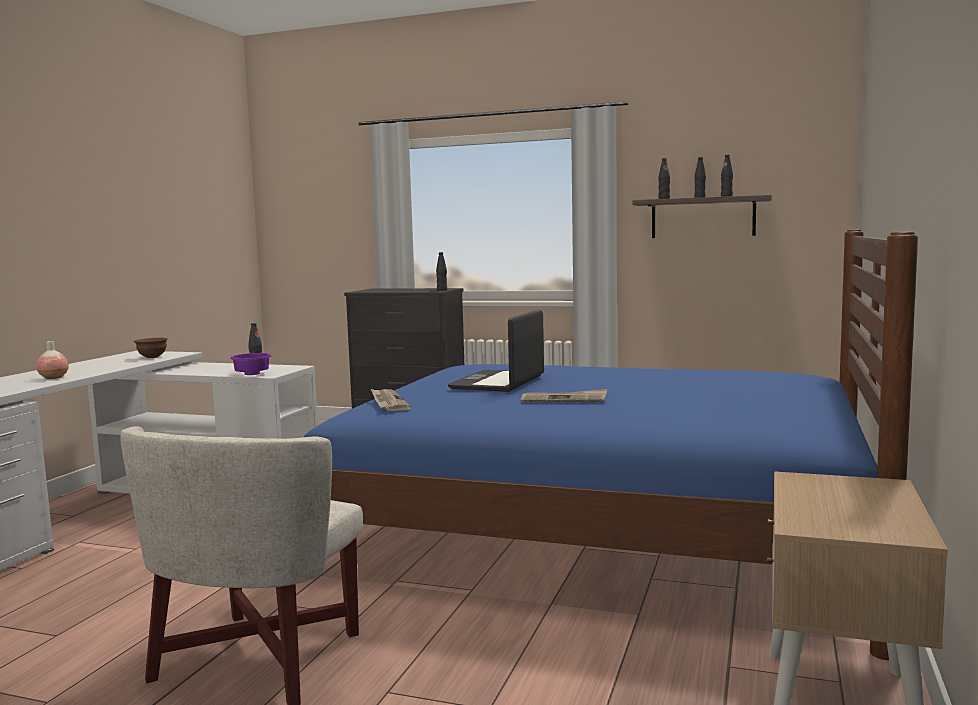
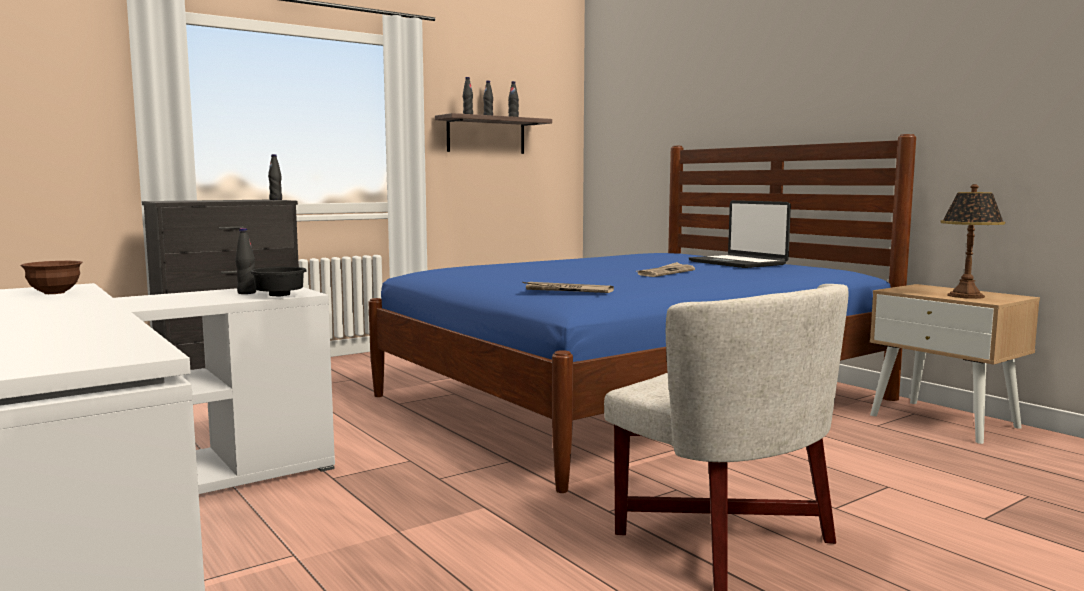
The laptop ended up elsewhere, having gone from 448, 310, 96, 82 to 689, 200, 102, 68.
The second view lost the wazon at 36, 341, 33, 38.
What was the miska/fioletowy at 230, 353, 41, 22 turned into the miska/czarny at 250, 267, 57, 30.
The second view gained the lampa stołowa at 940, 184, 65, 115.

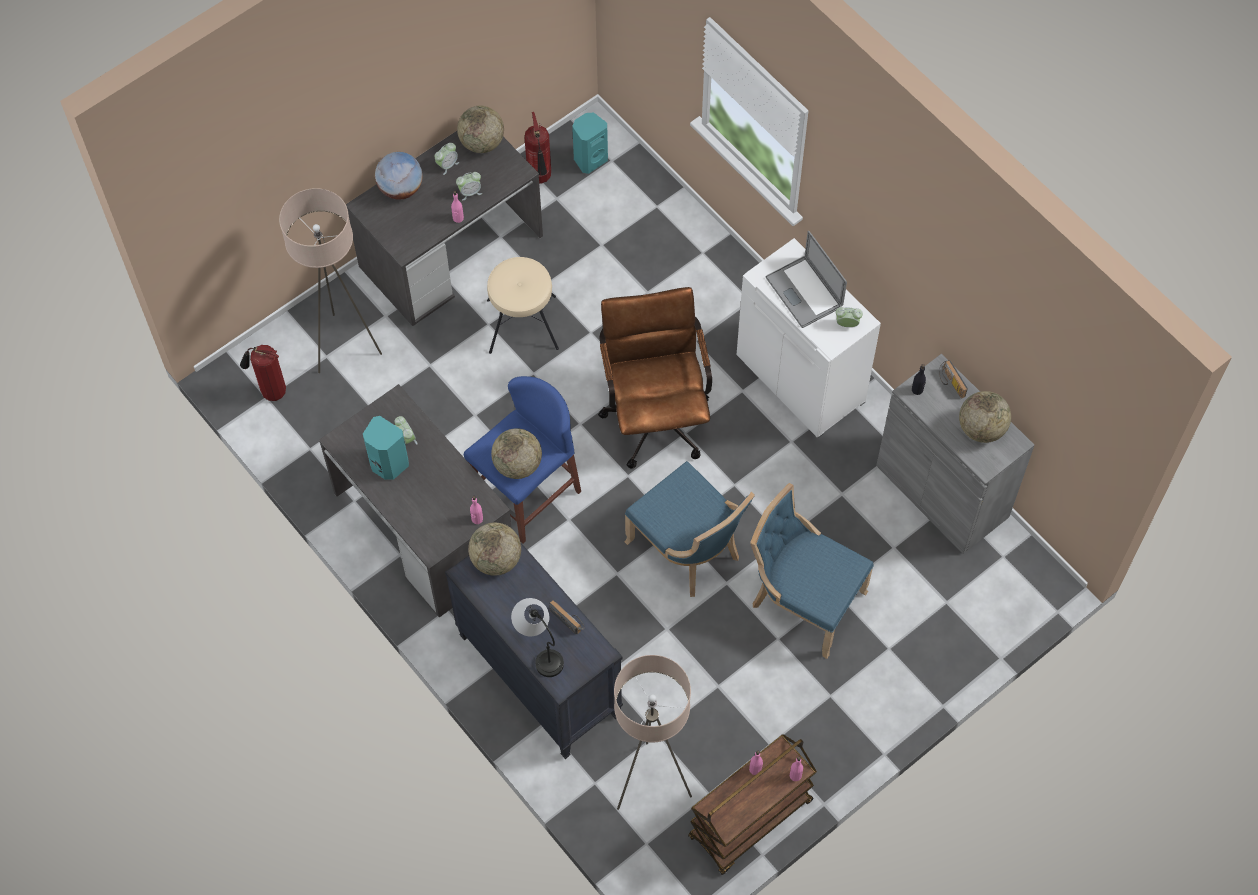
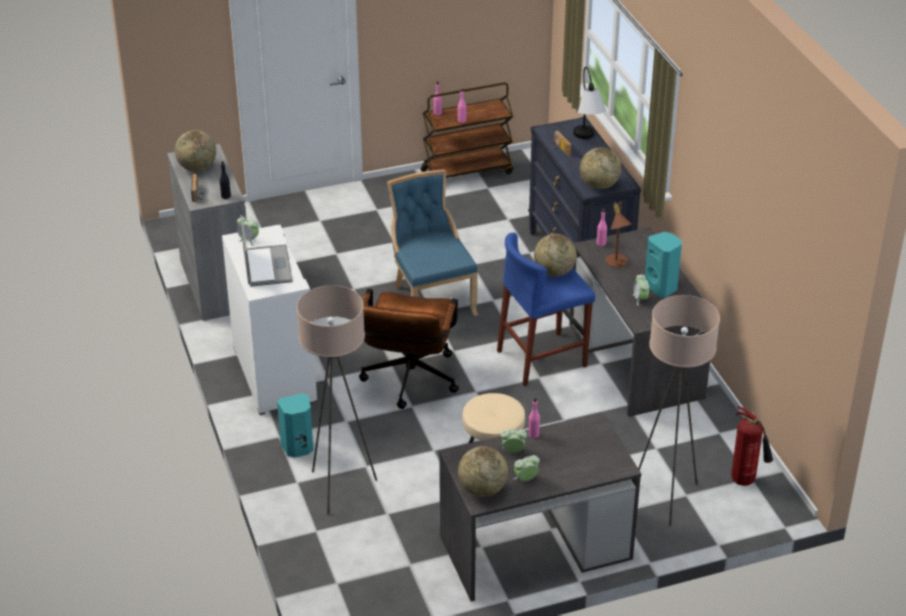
The second view lost the gaśnica at 525, 112, 26, 72.
The głośnik/turkusowy ended up elsewhere, having gone from 572, 112, 36, 62 to 277, 393, 36, 64.
The second view lost the globus at 375, 152, 48, 48.
The second view lost the krzesło/niebieski at 750, 483, 124, 176.
The lampa stojąca/beżowy ended up elsewhere, having gone from 614, 655, 78, 155 to 297, 285, 80, 230.
The second view gained the lampa stołowa/brązowy at 605, 201, 27, 66.

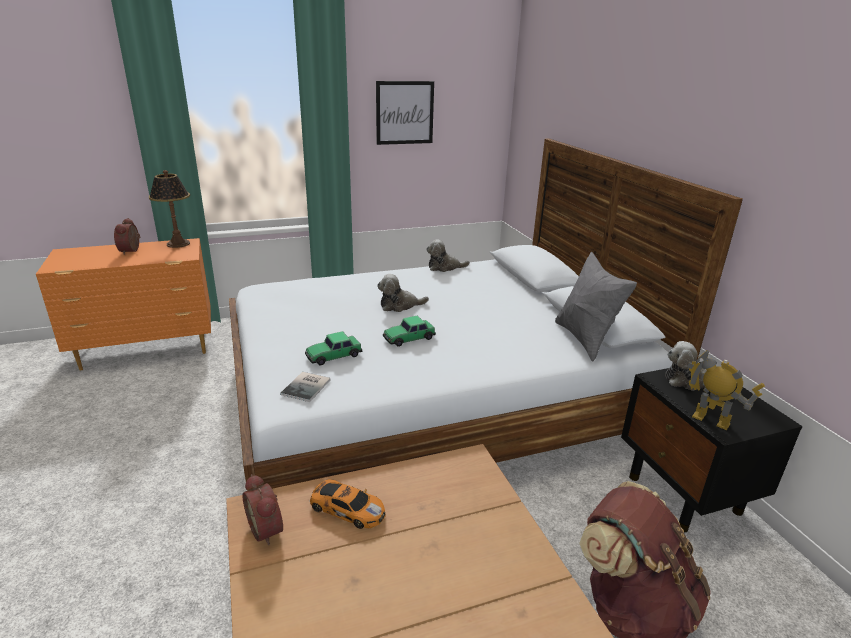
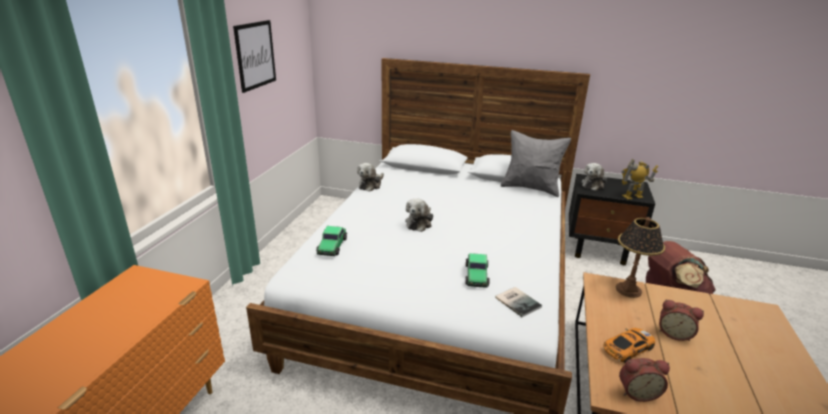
The lampa stołowa ended up elsewhere, having gone from 149, 170, 41, 78 to 616, 217, 49, 81.
The budzik ended up elsewhere, having gone from 114, 218, 26, 37 to 659, 300, 45, 41.
The samochodzik ended up elsewhere, having gone from 383, 316, 53, 31 to 316, 226, 31, 30.

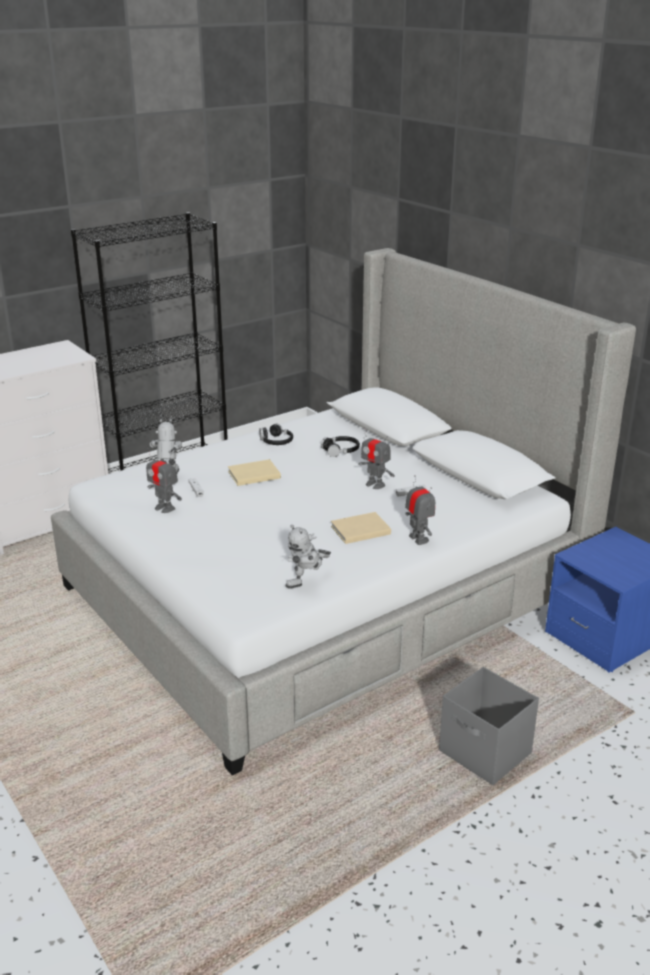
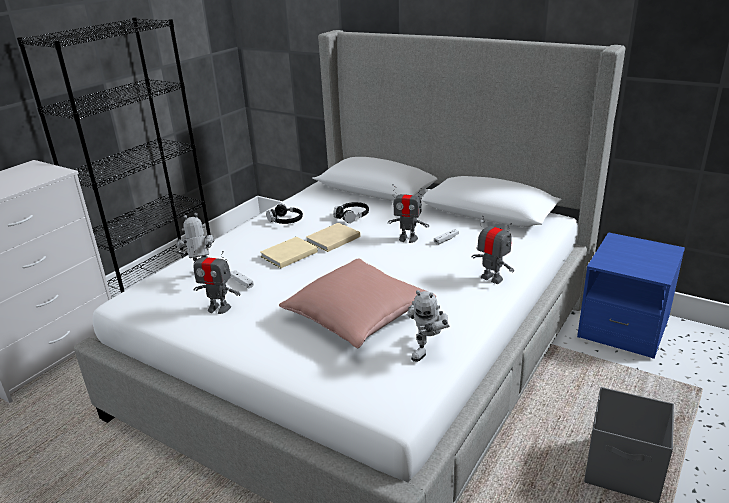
The książka/beżowy ended up elsewhere, having gone from 331, 512, 60, 32 to 306, 223, 55, 29.
The second view gained the poduszka/różowy at 279, 259, 157, 89.

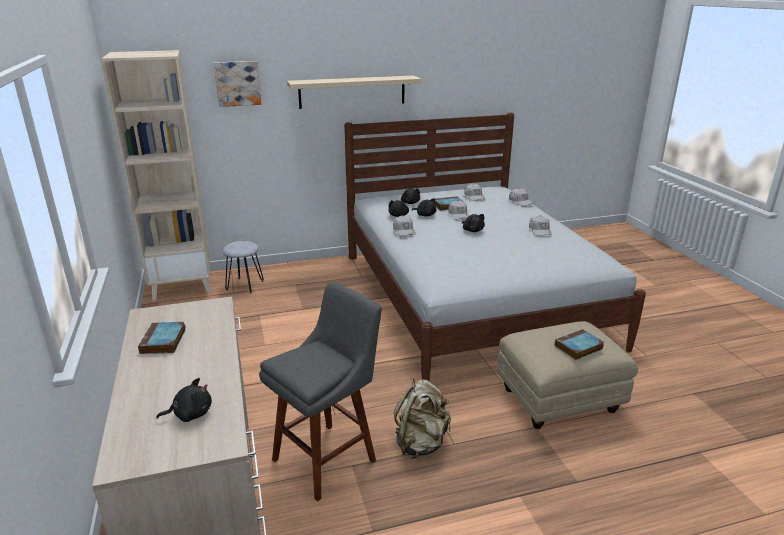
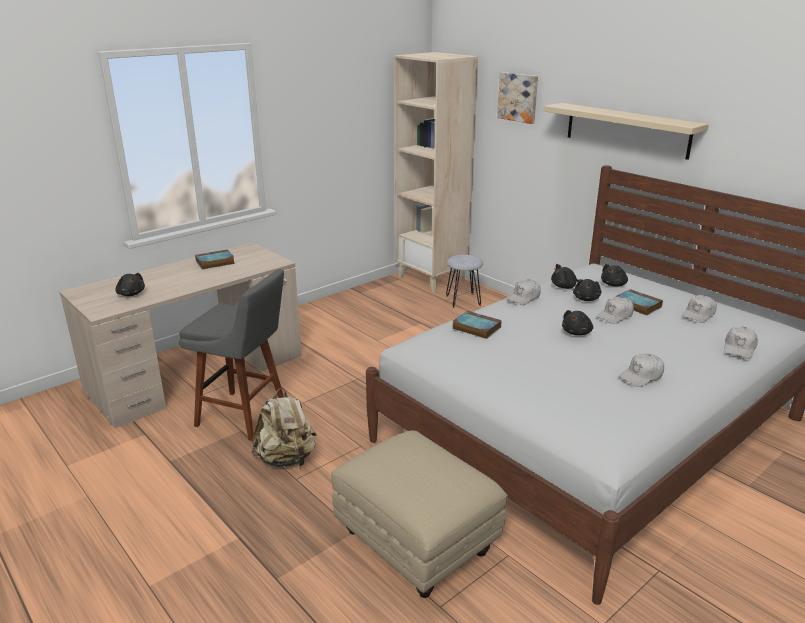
The książka ended up elsewhere, having gone from 555, 329, 49, 31 to 452, 311, 50, 28.

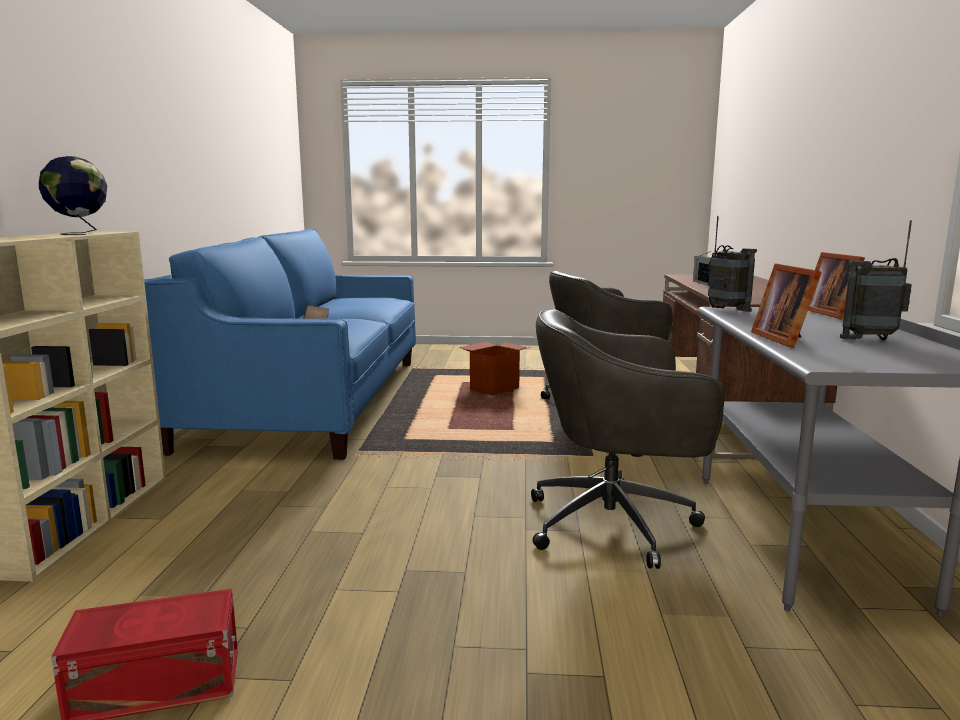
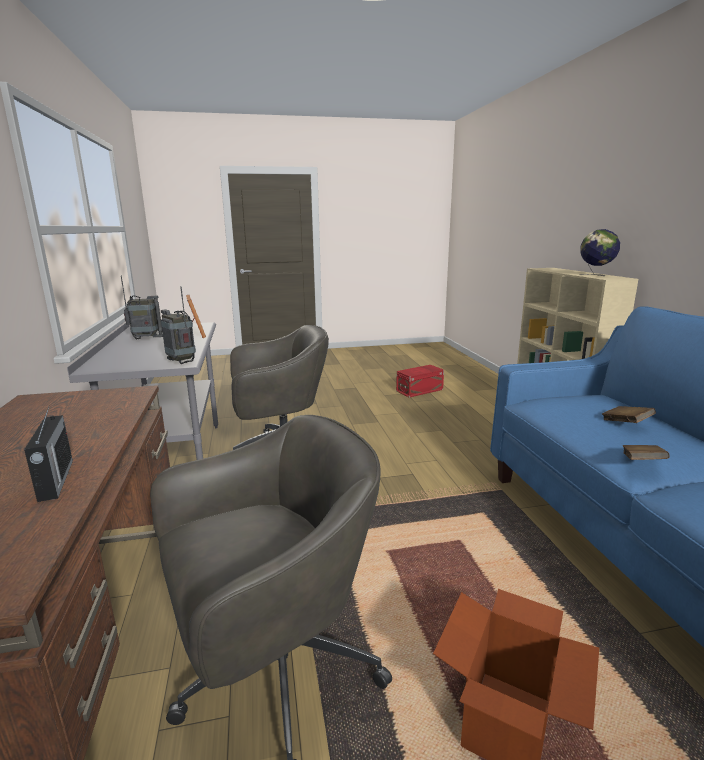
The second view lost the ramka na zdjęcie at 808, 252, 57, 67.
The second view gained the książka/brązowy at 623, 445, 47, 15.

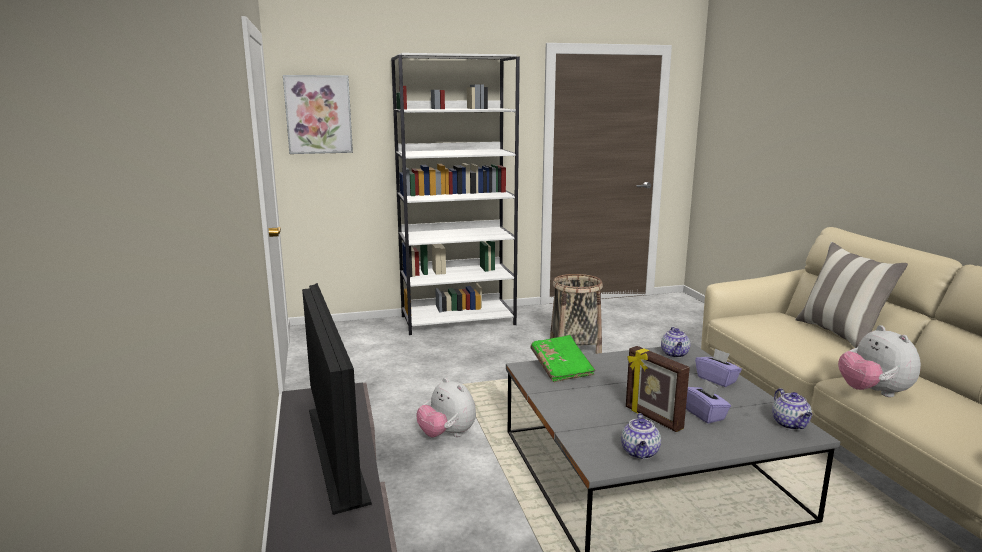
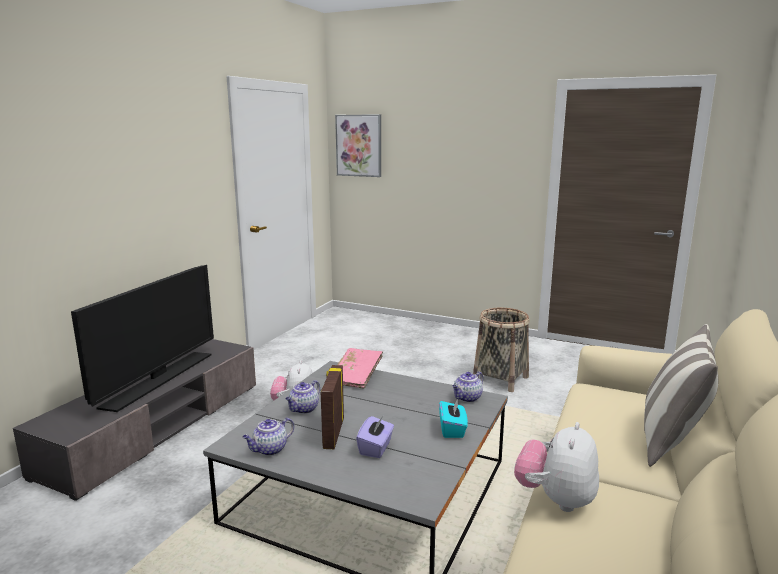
The second view lost the regał/biały at 391, 53, 129, 282.
What was the książka/zielony at 530, 335, 65, 47 turned into the książka/różowy at 338, 348, 45, 41.
What was the pudełko chusteczek/fioletowy at 695, 348, 47, 39 turned into the pudełko chusteczek/turkusowy at 439, 398, 29, 40.
The imbryk ended up elsewhere, having gone from 772, 388, 41, 42 to 286, 380, 34, 34.

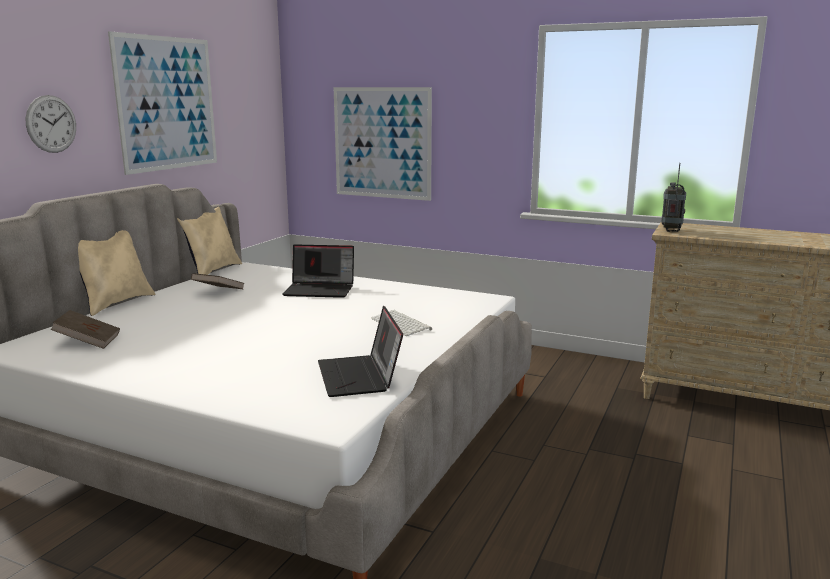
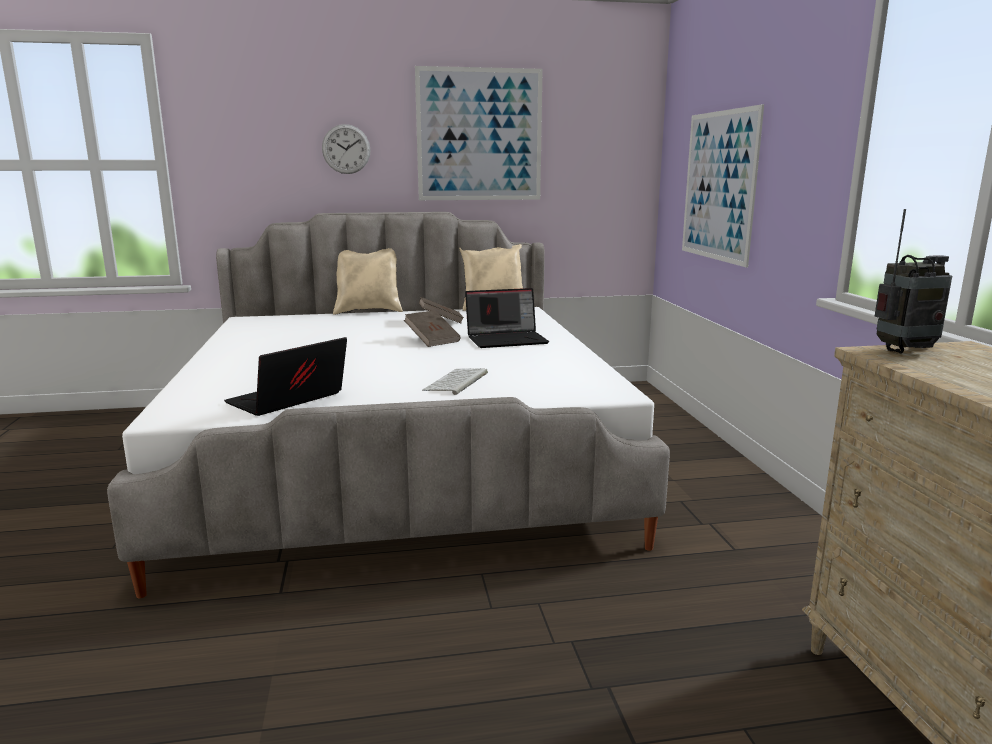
The laptop at 283, 244, 71, 54 ended up facing another way, 75 degrees counterclockwise from before.
The książka/brązowy ended up elsewhere, having gone from 50, 310, 70, 39 to 404, 310, 57, 37.

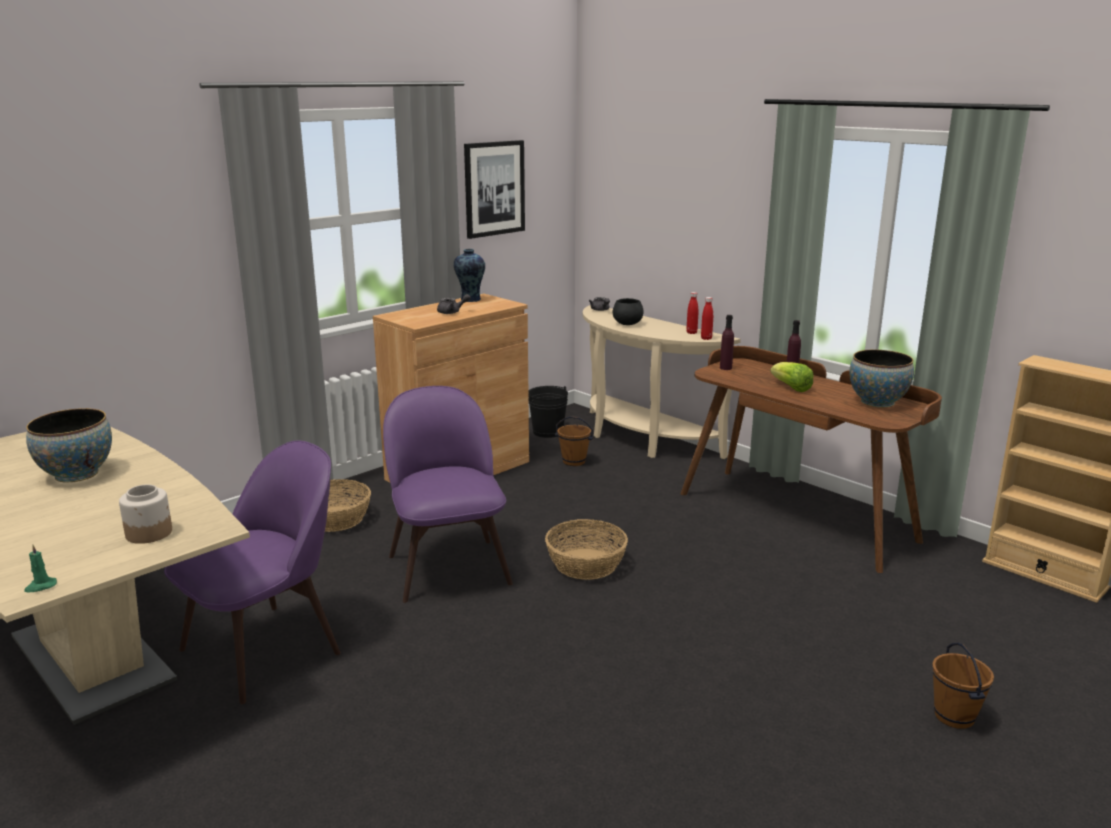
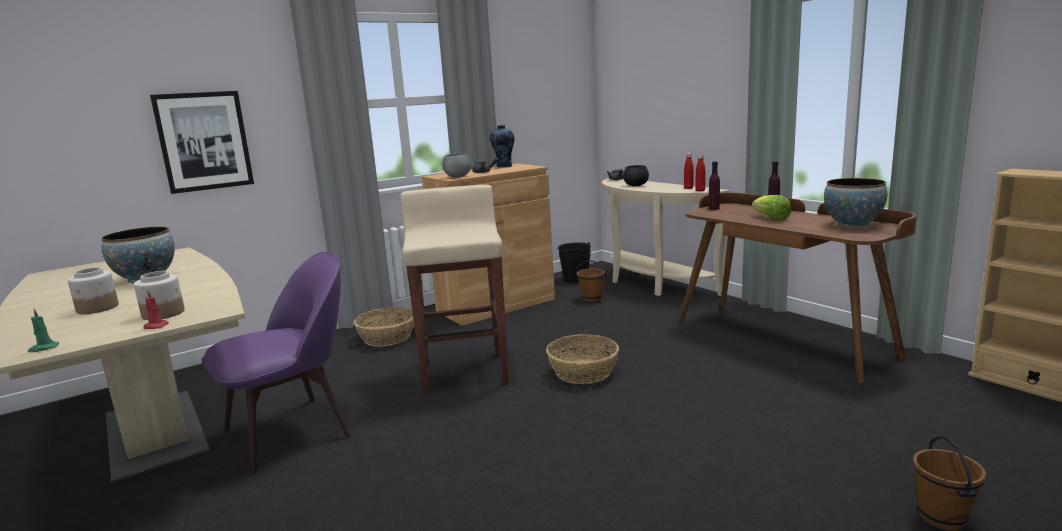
The obraz ended up elsewhere, having gone from 464, 140, 61, 99 to 150, 91, 104, 103.
Where the krzesło/fioletowy stood at 383, 386, 130, 217, the stołek/beżowy came to stand at 401, 185, 108, 209.
The second view gained the miska/szary at 442, 154, 29, 23.
The second view gained the słoik at 68, 267, 51, 47.
The second view gained the świeca/czerwony at 143, 289, 26, 40.

